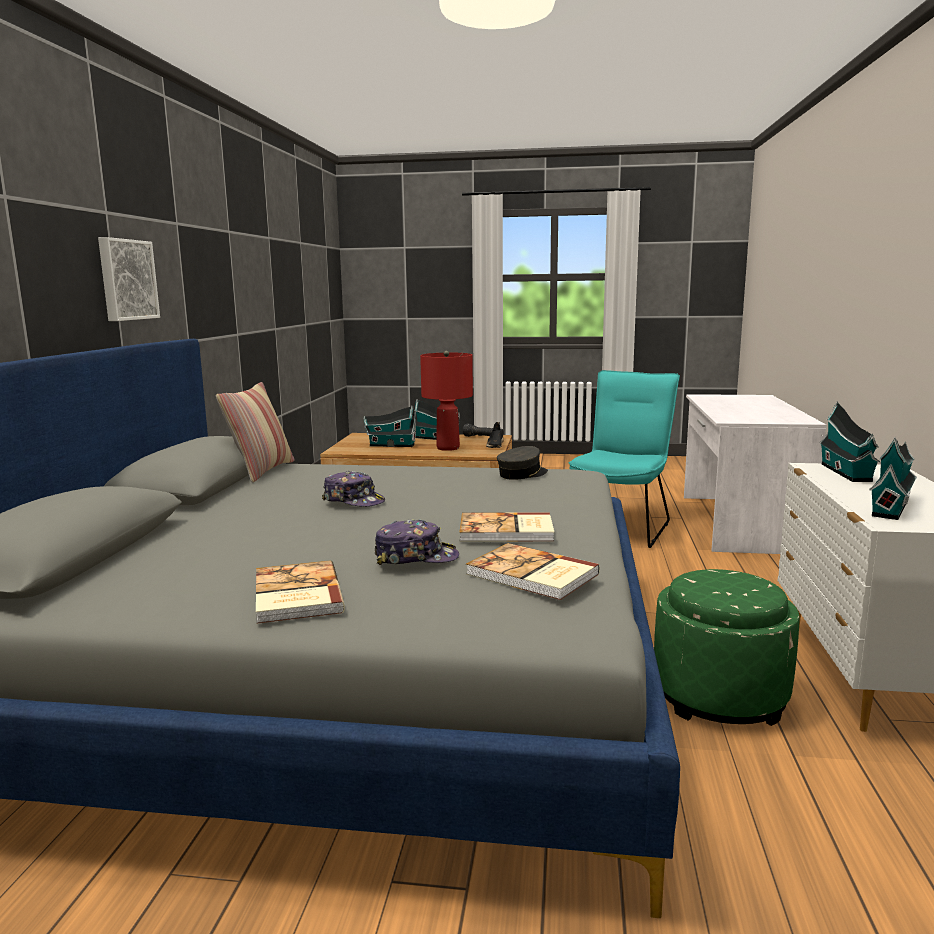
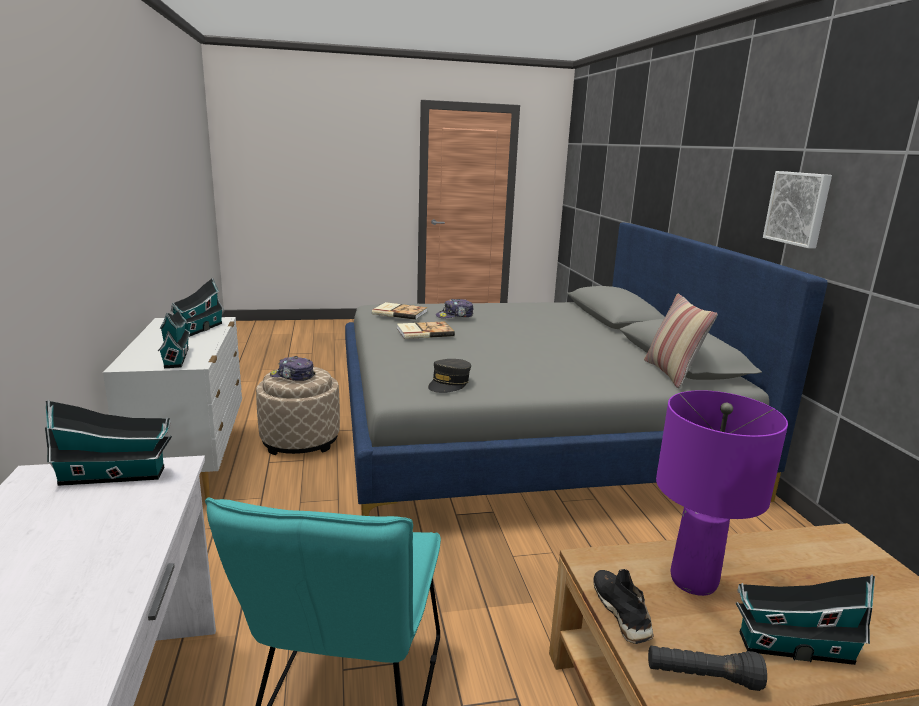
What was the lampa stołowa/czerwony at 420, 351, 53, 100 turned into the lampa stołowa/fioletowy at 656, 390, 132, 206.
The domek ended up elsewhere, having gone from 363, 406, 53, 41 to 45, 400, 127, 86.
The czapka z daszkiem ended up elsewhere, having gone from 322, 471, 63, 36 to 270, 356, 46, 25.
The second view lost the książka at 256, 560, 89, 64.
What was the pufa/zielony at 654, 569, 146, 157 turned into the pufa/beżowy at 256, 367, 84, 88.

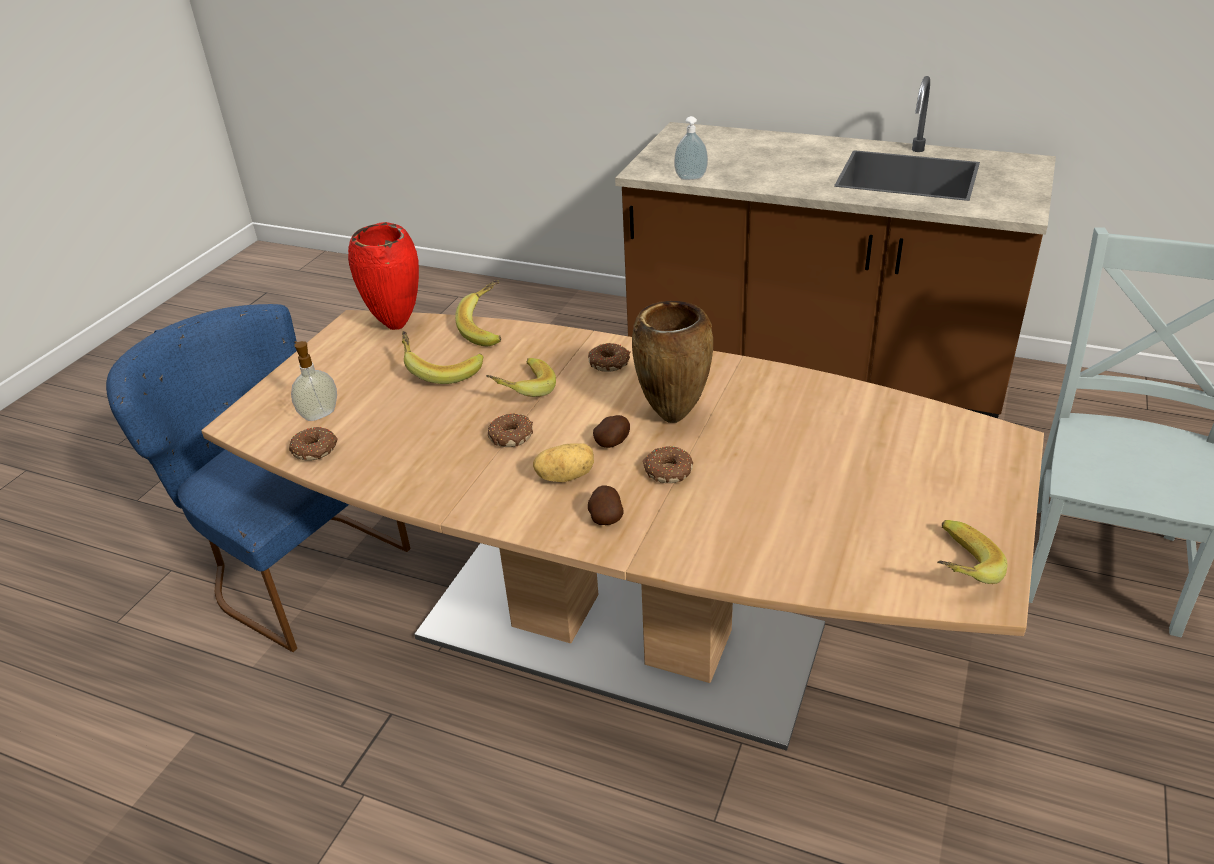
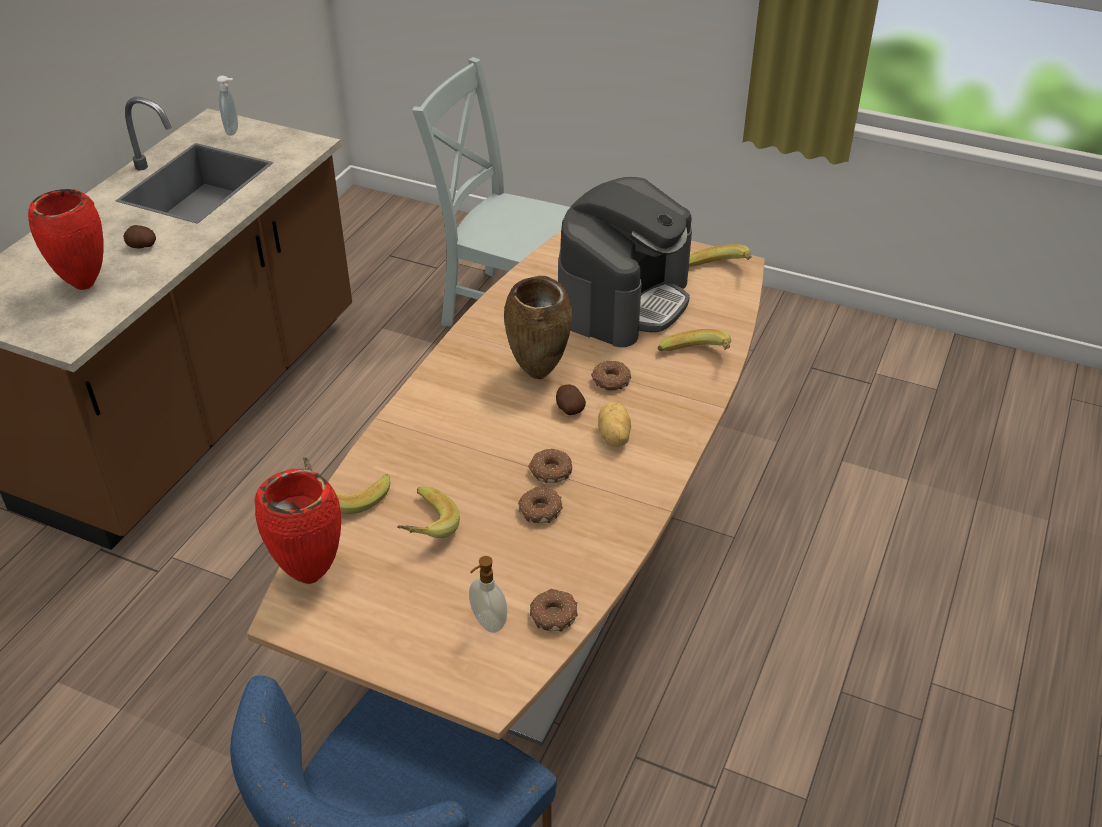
The dozownik mydła ended up elsewhere, having gone from 674, 116, 34, 64 to 217, 76, 21, 60.
The donut ended up elsewhere, having gone from 588, 343, 42, 29 to 518, 487, 45, 37.
The banan ended up elsewhere, having gone from 486, 358, 70, 39 to 658, 329, 73, 22.
The ziemniak ended up elsewhere, having gone from 588, 485, 36, 40 to 123, 225, 33, 23.
The second view gained the ekspres do kawy at 558, 177, 134, 170.
The second view gained the wazon/czerwony at 28, 189, 76, 101.

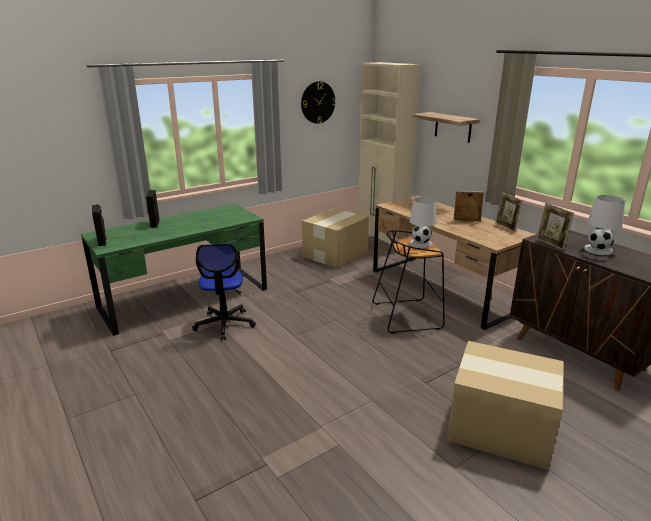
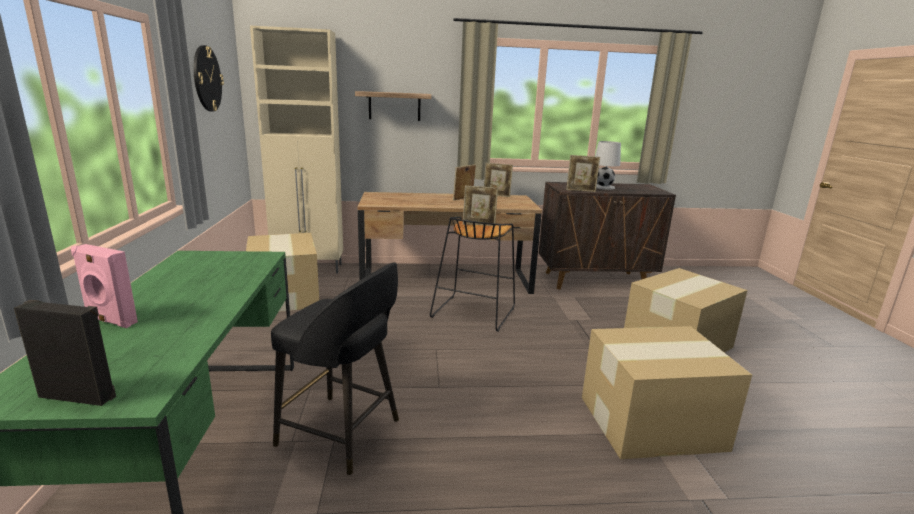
What was the głośnik/czarny at 146, 190, 14, 38 turned into the głośnik/różowy at 71, 244, 67, 84.
Where the lampa stołowa/biały stood at 409, 197, 28, 51, the ramka na zdjęcie came to stand at 463, 186, 35, 40.
Where the krzesło biurowe stood at 192, 244, 64, 96, the stołek/czarny came to stand at 271, 262, 128, 213.
The second view gained the karton at 582, 326, 170, 133.

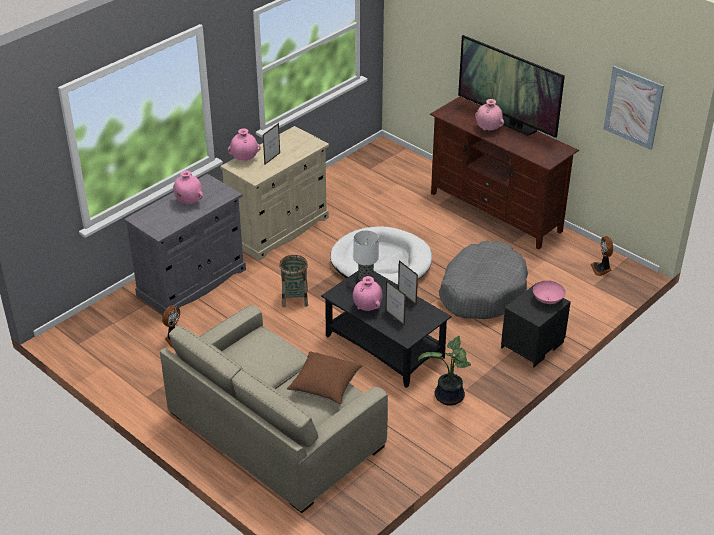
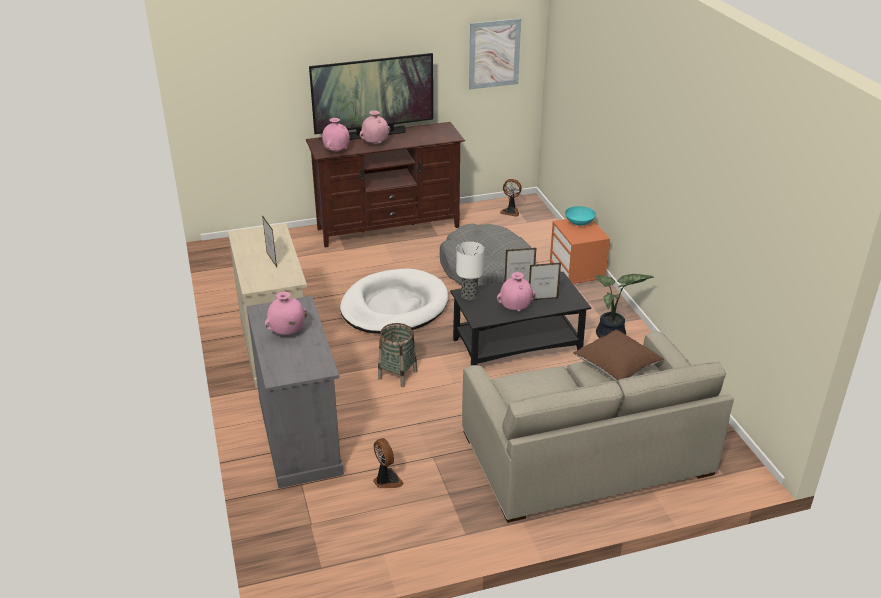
The wazon/różowy ended up elsewhere, having gone from 228, 128, 33, 34 to 322, 118, 28, 34.
What was the miska/różowy at 533, 281, 33, 23 turned into the miska/turkusowy at 565, 206, 31, 20.
What was the szafka nocna/czarny at 501, 284, 70, 83 turned into the szafka nocna/pomarańczowy at 550, 219, 60, 65.

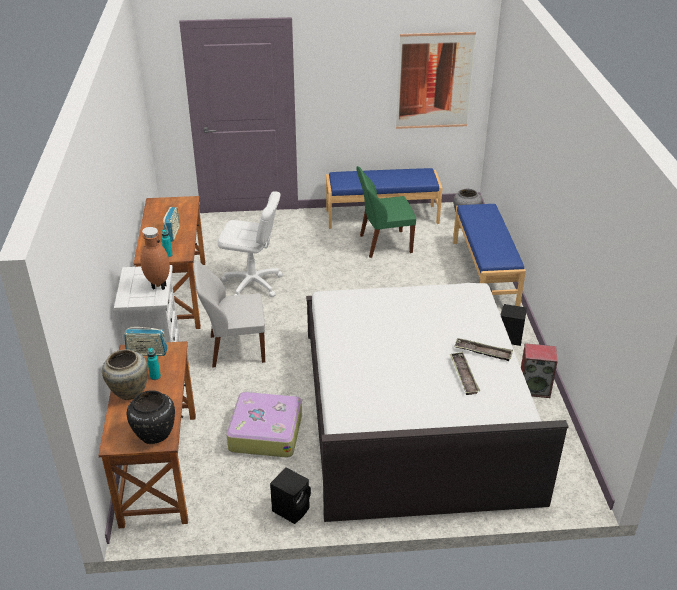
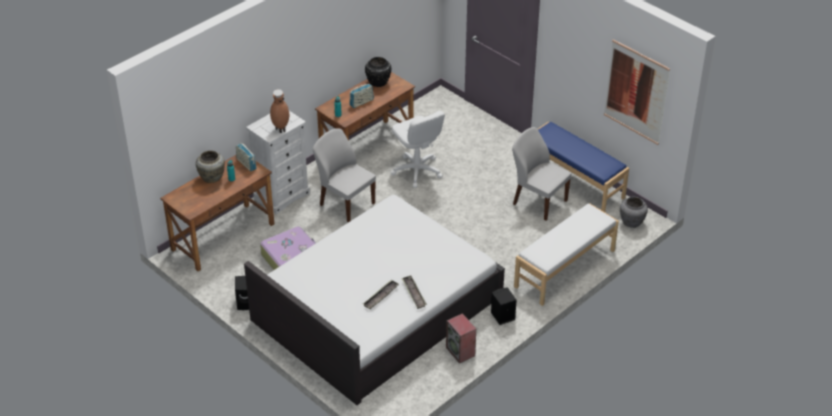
What was the krzesło/zielony at 356, 166, 60, 92 turned into the krzesło/biały at 512, 127, 60, 94.
What was the ławka/niebieski at 453, 204, 73, 102 turned into the ławka/biały at 514, 203, 105, 103.
The wazon/czarny ended up elsewhere, having gone from 127, 390, 48, 54 to 365, 57, 26, 30.

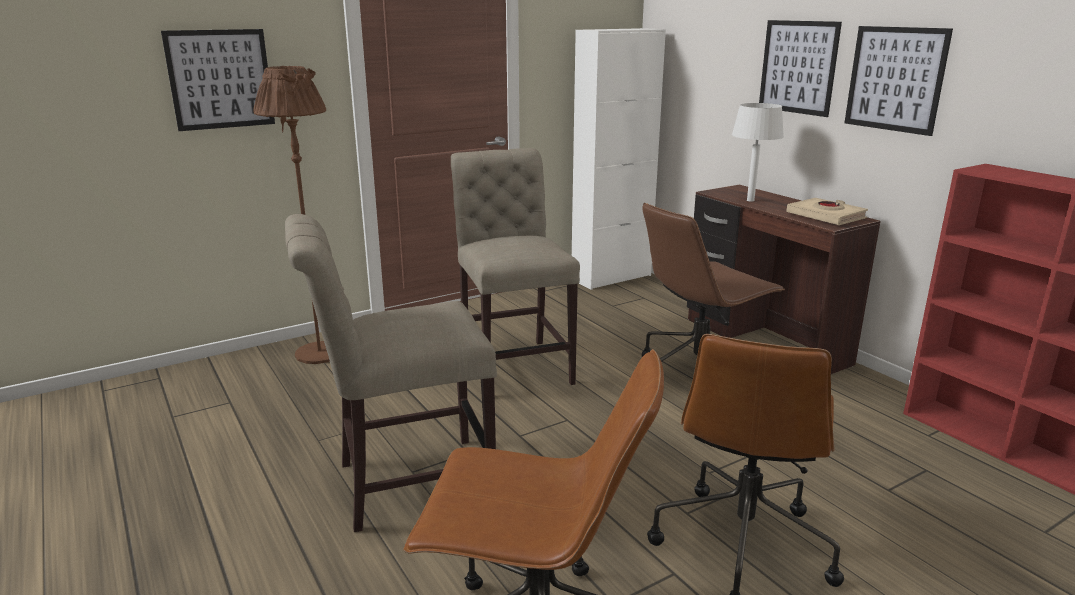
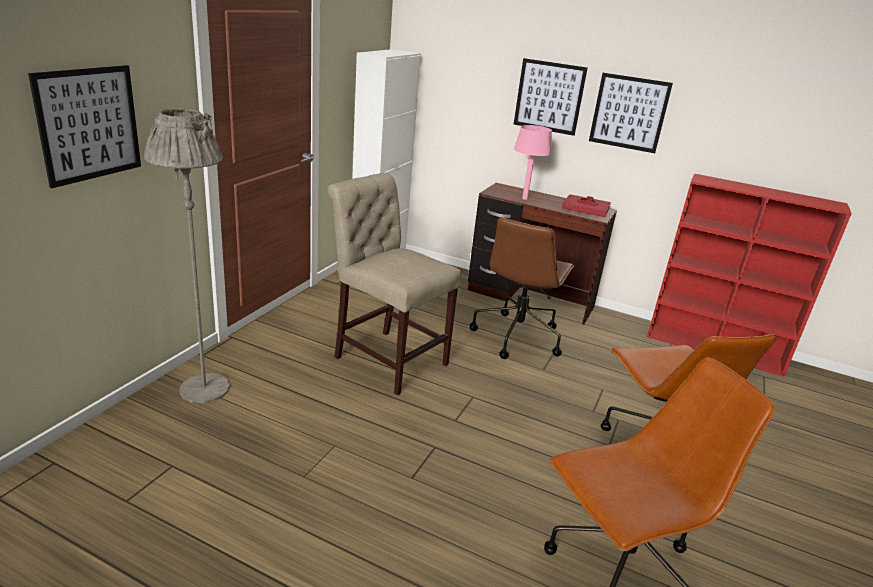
What was the lampa stojąca/brązowy at 253, 66, 77, 298 turned into the lampa stojąca/szary at 144, 108, 86, 295.
What was the lampa stołowa/biały at 732, 103, 52, 99 turned into the lampa stołowa/różowy at 514, 125, 38, 75.
What was the książka/beżowy at 786, 198, 82, 27 turned into the książka/czerwony at 562, 194, 49, 23.
The second view lost the krzesło/beżowy at 285, 214, 212, 318.

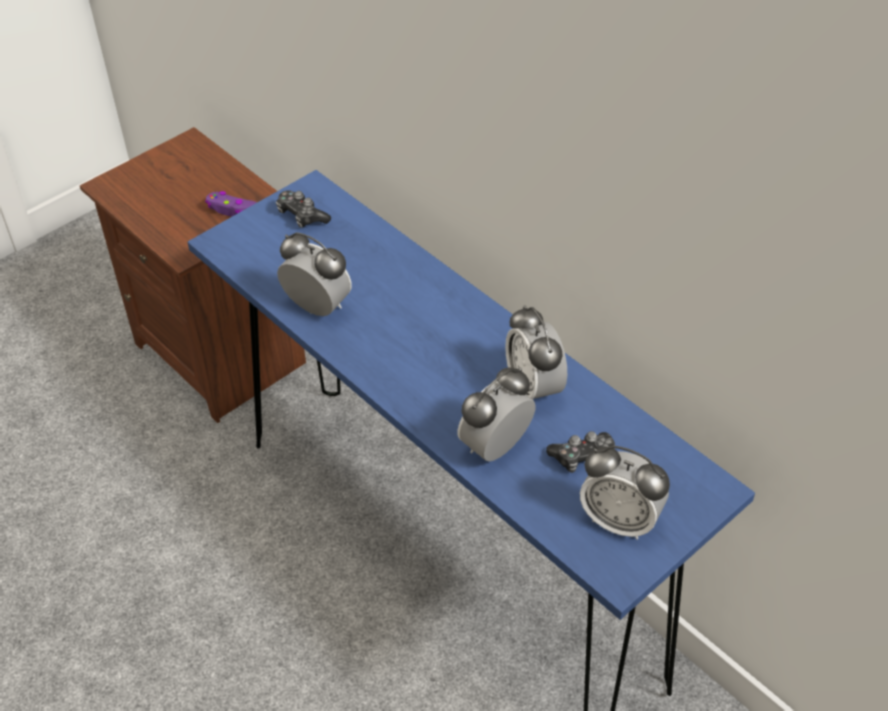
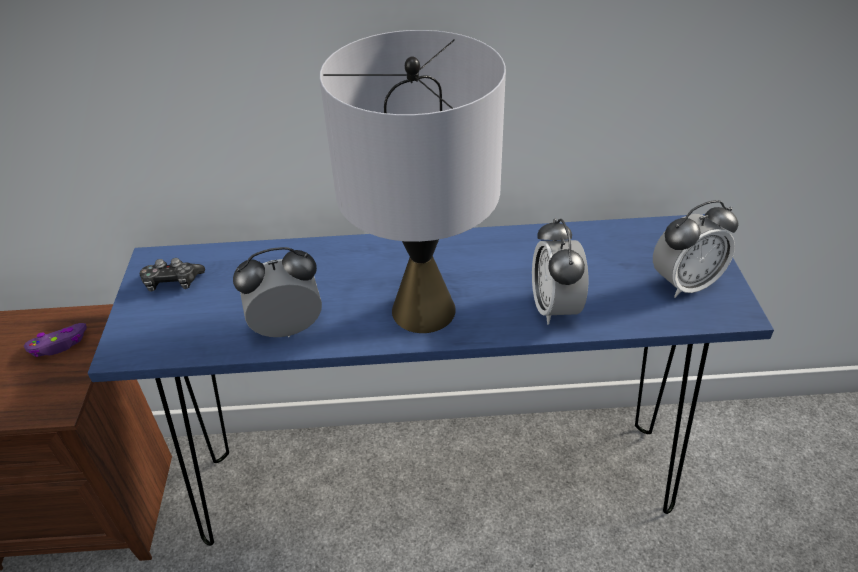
The second view lost the budzik at 505, 305, 62, 95.
The second view lost the pad do gier at 546, 431, 69, 42.
The second view gained the lampa stołowa/szary at 320, 30, 186, 303.

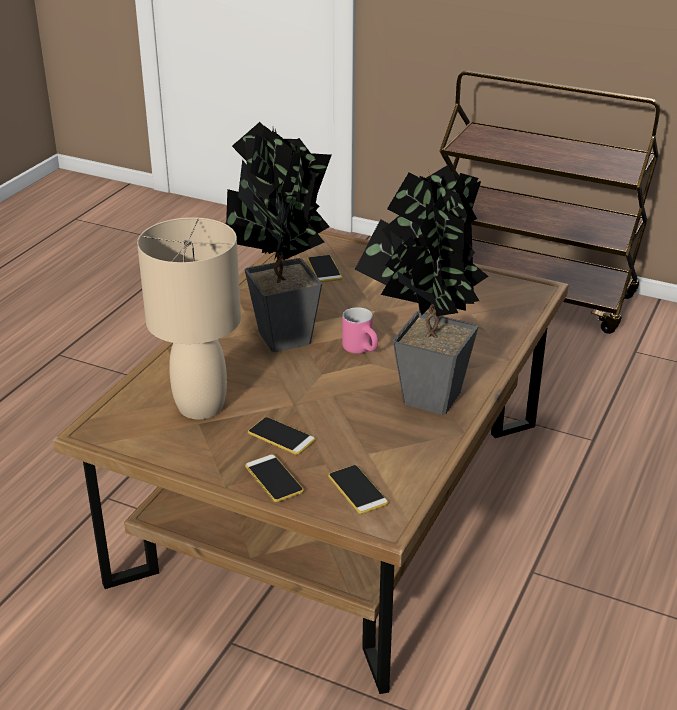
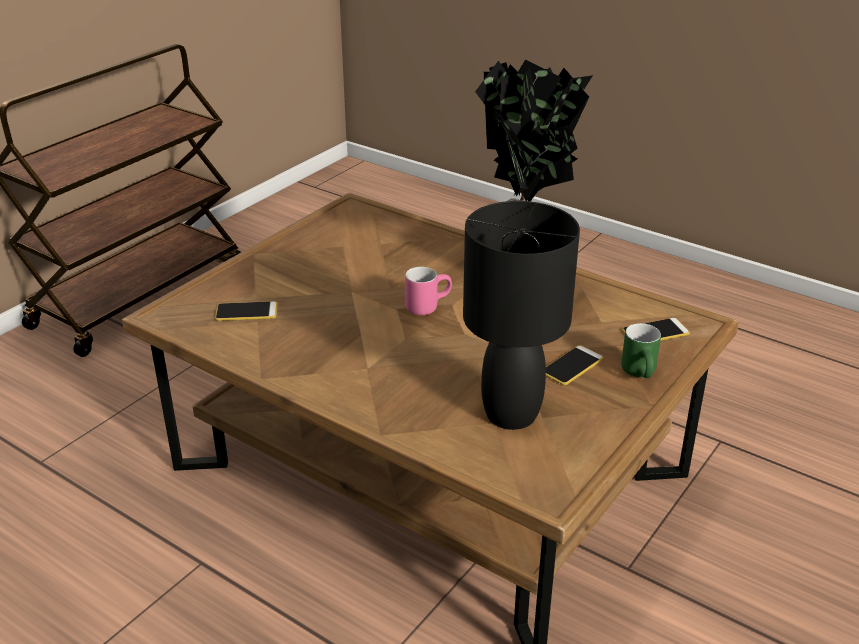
The second view lost the roślina doniczkowa at 226, 122, 106, 230.
What was the lampa stołowa/beżowy at 137, 217, 104, 203 turned into the lampa stołowa/czarny at 463, 201, 117, 229.
Where the telefon stood at 245, 454, 59, 48, the kubek/zielony came to stand at 621, 323, 40, 55.

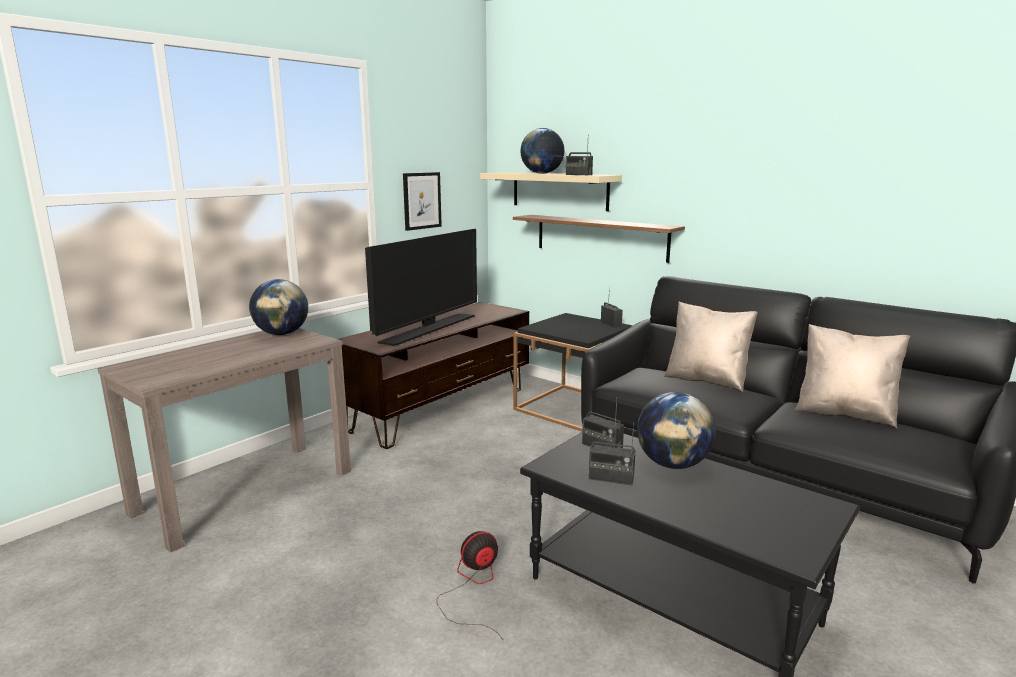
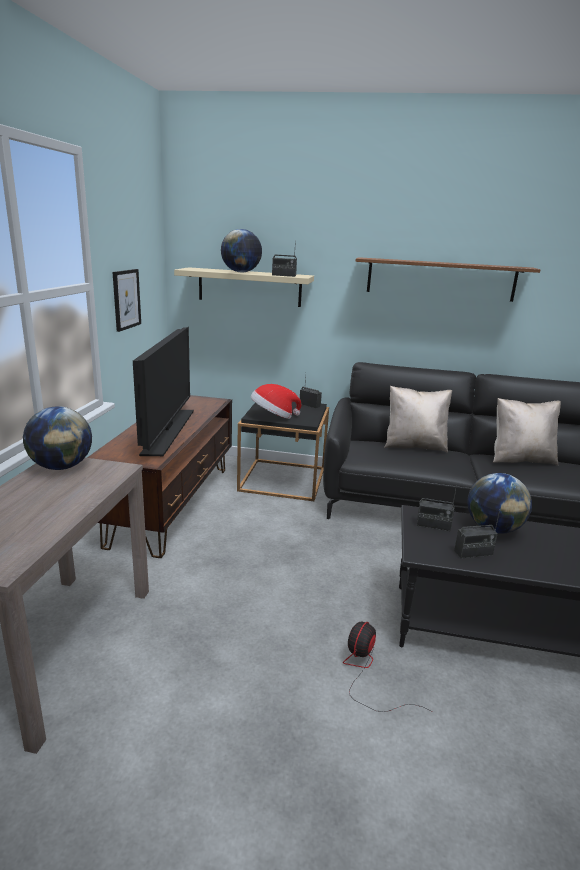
The półka ended up elsewhere, having gone from 513, 215, 172, 48 to 356, 257, 185, 45.
The second view gained the kapelusz at 251, 384, 50, 35.

